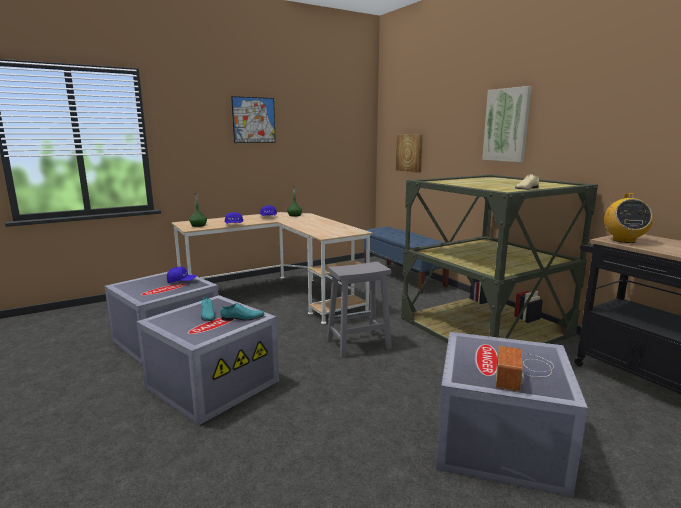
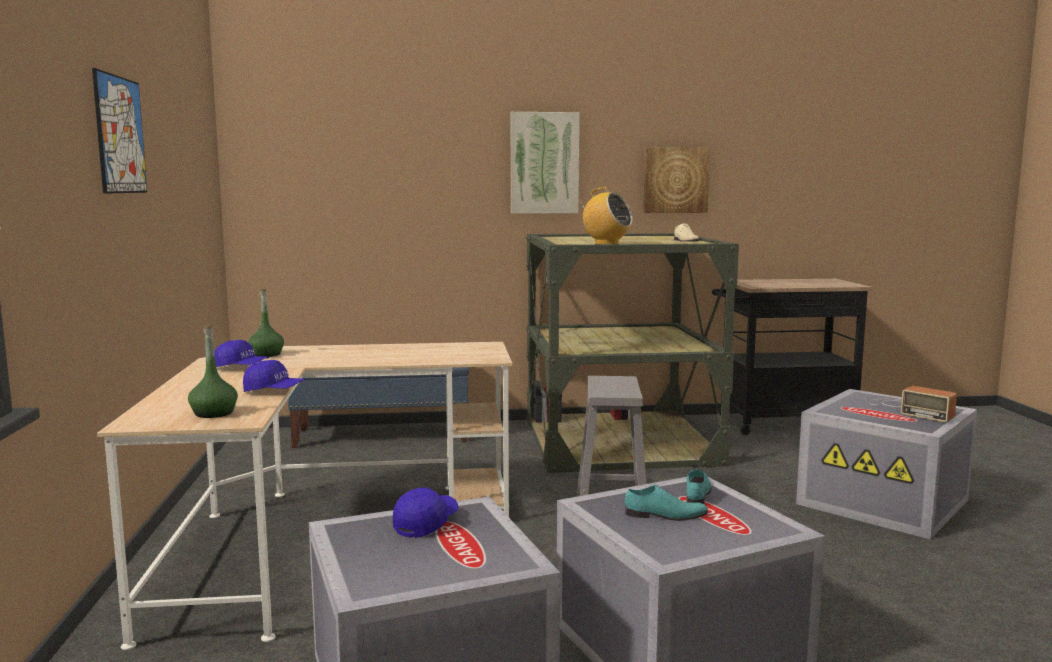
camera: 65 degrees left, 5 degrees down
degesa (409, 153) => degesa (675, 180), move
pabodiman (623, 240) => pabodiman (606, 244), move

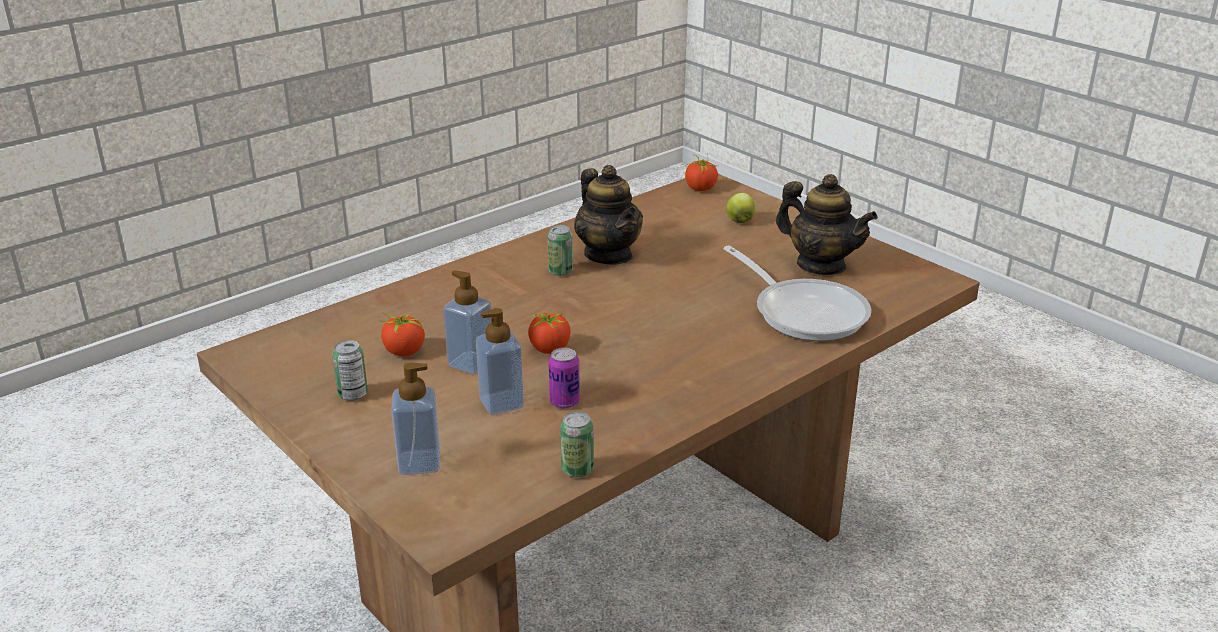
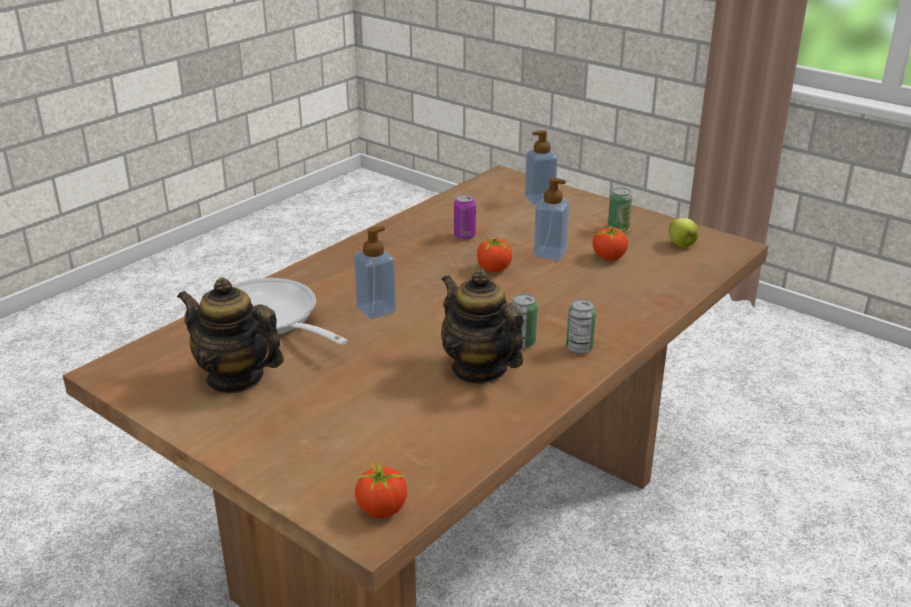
camera: 170 degrees right, 0 degrees up
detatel (740, 221) => detatel (682, 245), move
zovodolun (501, 403) => zovodolun (376, 310), move
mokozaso (577, 470) => mokozaso (579, 348), move

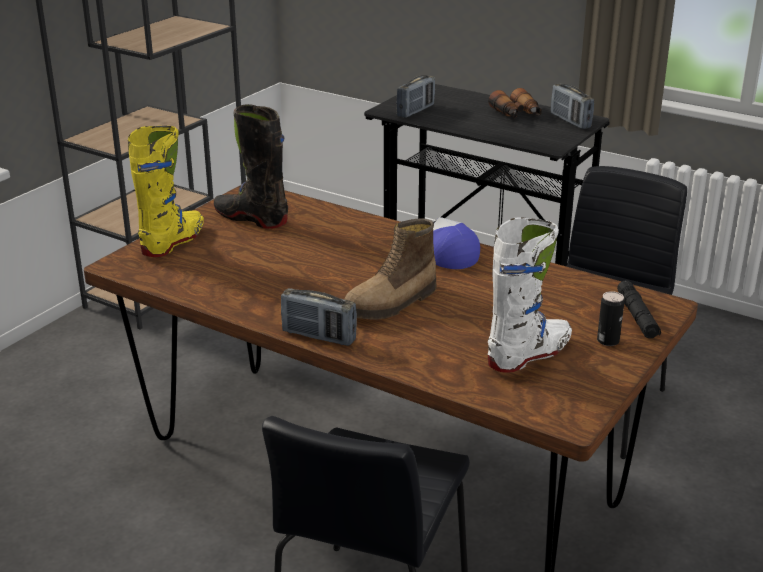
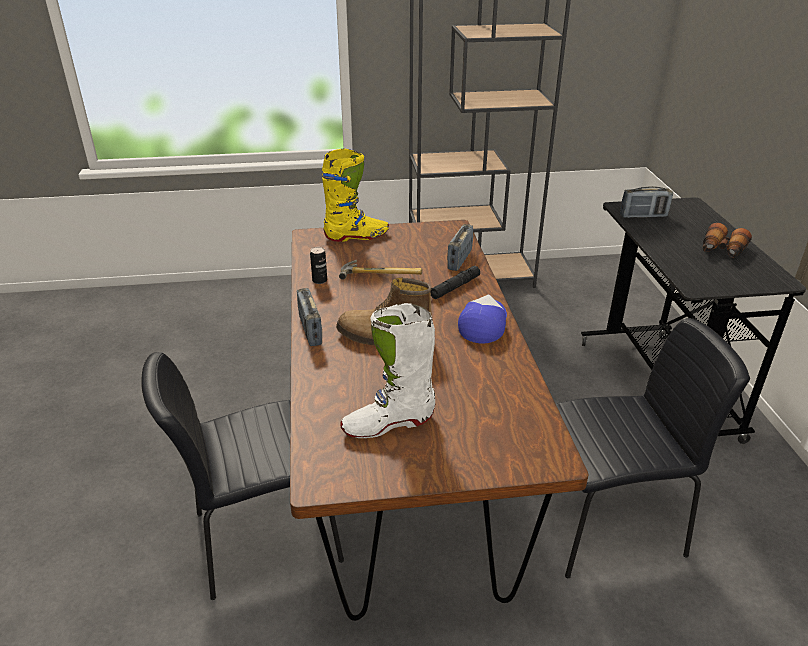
camera: 50 degrees right, 5 degrees up
pabodiman (570, 121) => pabodiman (459, 260), move
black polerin (251, 218) => nothing
white polerin (529, 355) => white polerin (388, 423), 150 degrees clockwise
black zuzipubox (637, 316) => black zuzipubox (454, 287), move
mokozaso (608, 341) => mokozaso (319, 280), move
nothing => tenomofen (381, 273)

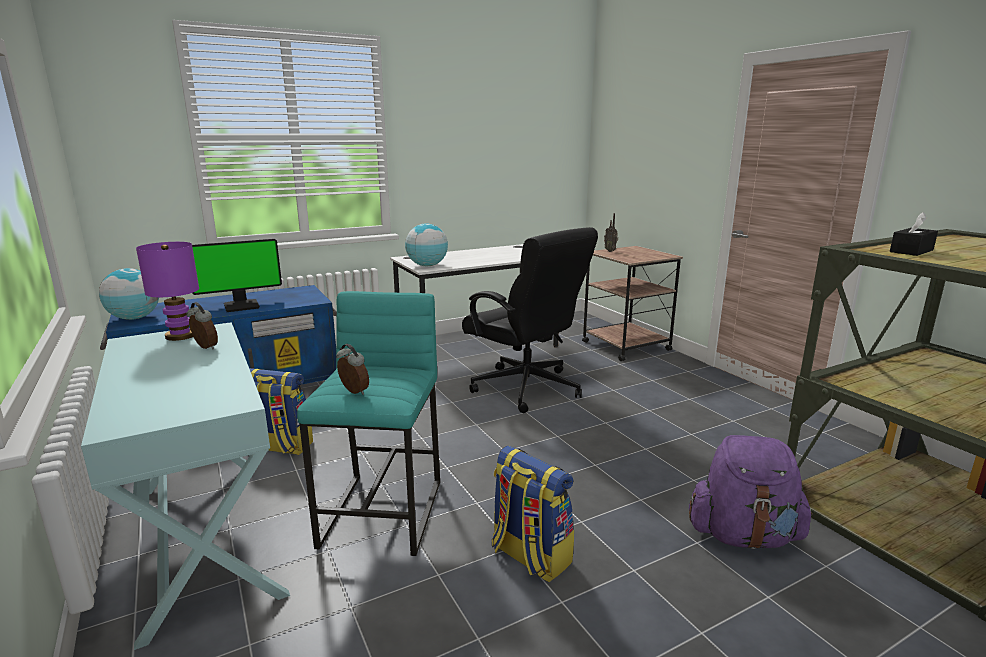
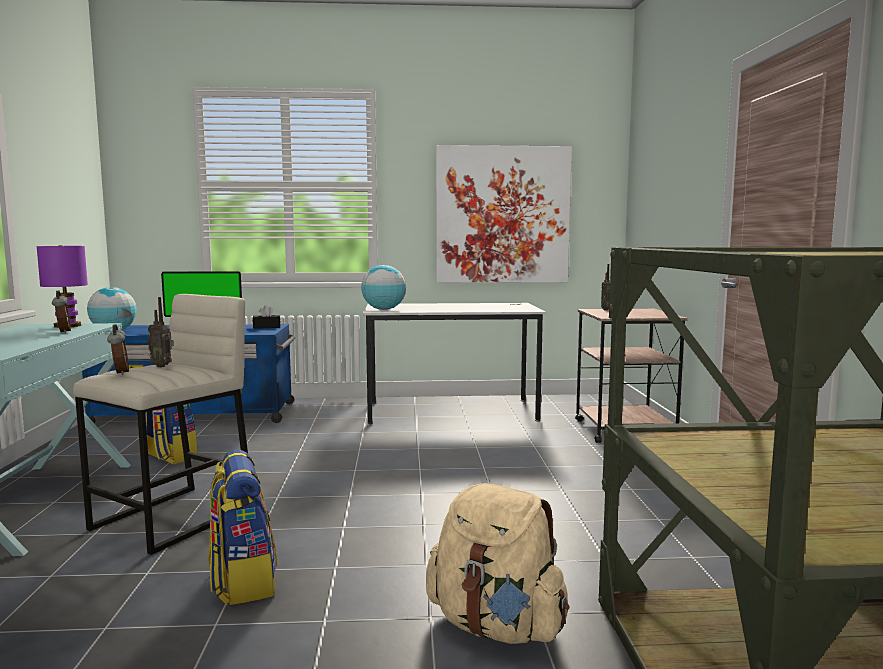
camera: 25 degrees right, 10 degrees down
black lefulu (911, 251) => black lefulu (266, 327), move
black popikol (526, 387) => nothing
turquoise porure (382, 512) => beige porure (174, 518)
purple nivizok (743, 535) => beige nivizok (497, 626)
nothing => degesa (502, 215)
nothing => pabodiman (162, 366)

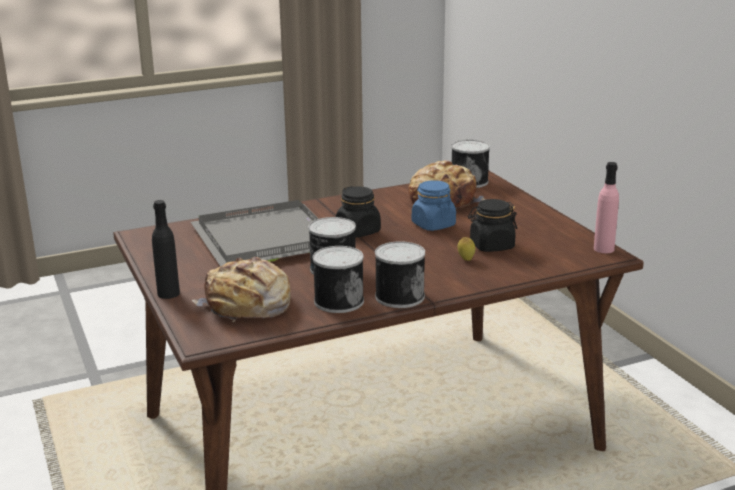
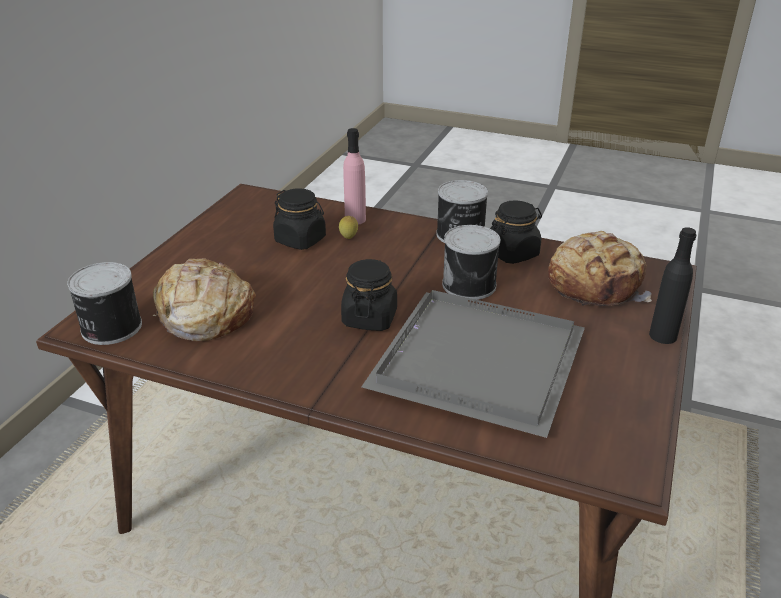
camera: 135 degrees left, 10 degrees up
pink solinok (603, 249) => pink solinok (355, 219), move
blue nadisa (433, 225) => nothing
mokozaso (338, 301) => black nadisa (512, 253)

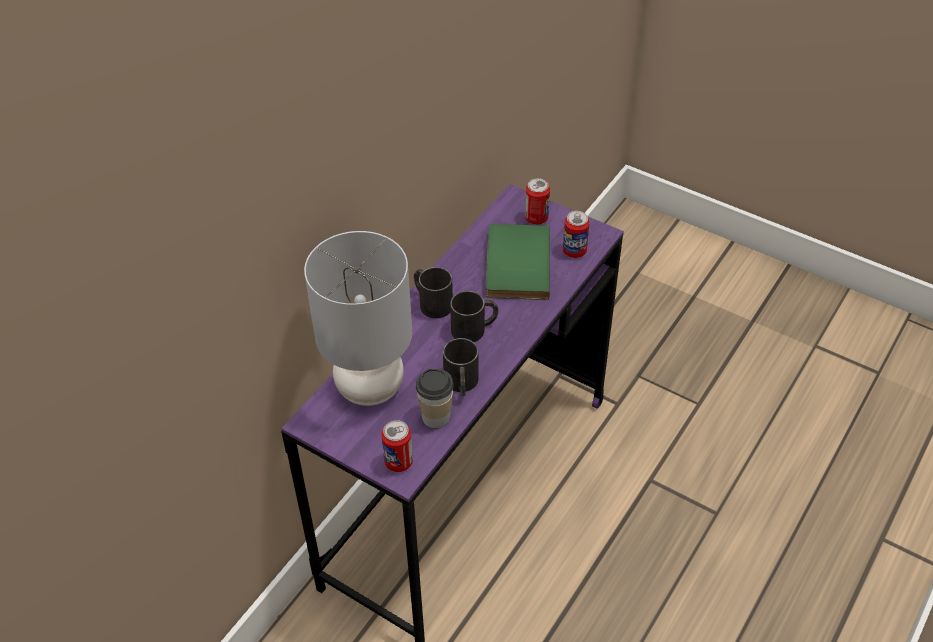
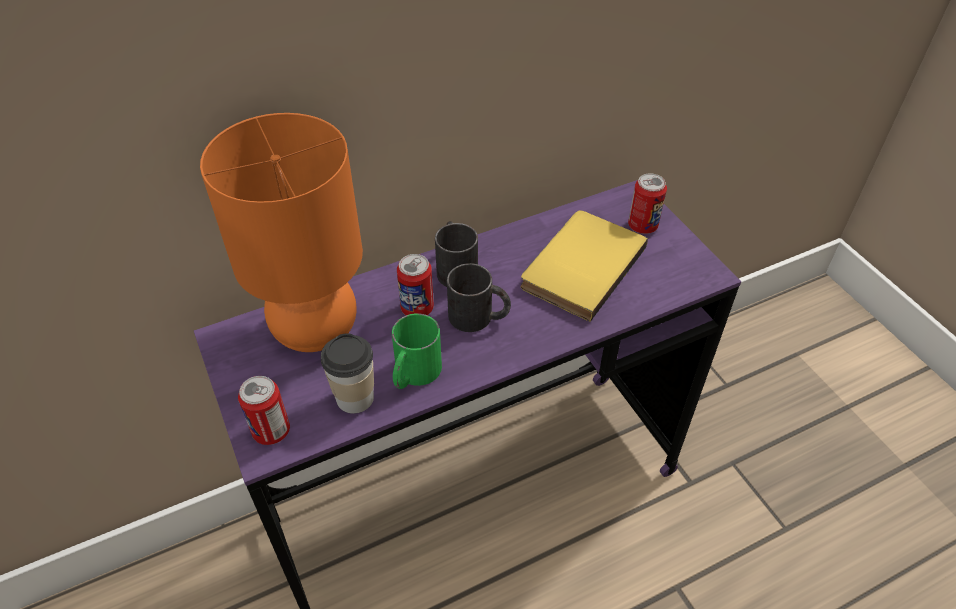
camera: 30 degrees right, 0 degrees up
mokozaso (574, 251) => mokozaso (417, 308), move
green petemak (514, 264) => yellow petemak (579, 266)
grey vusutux (368, 387) => orange vusutux (314, 329)
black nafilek (461, 384) => green nafilek (413, 374)

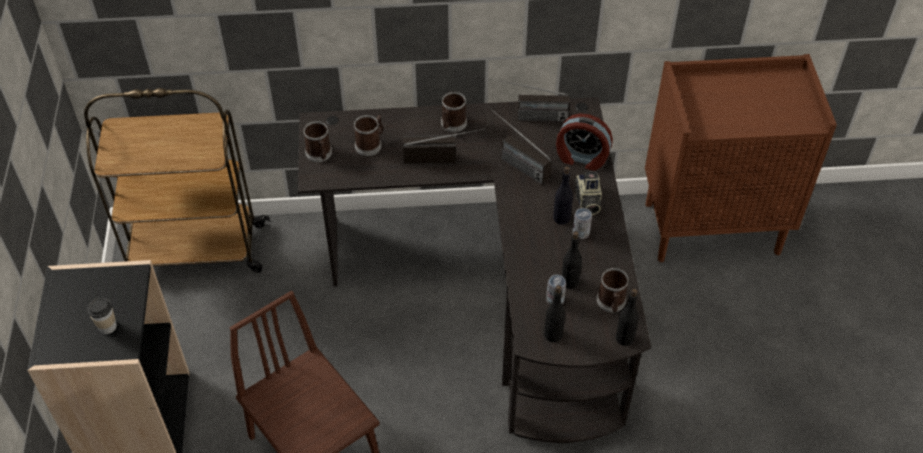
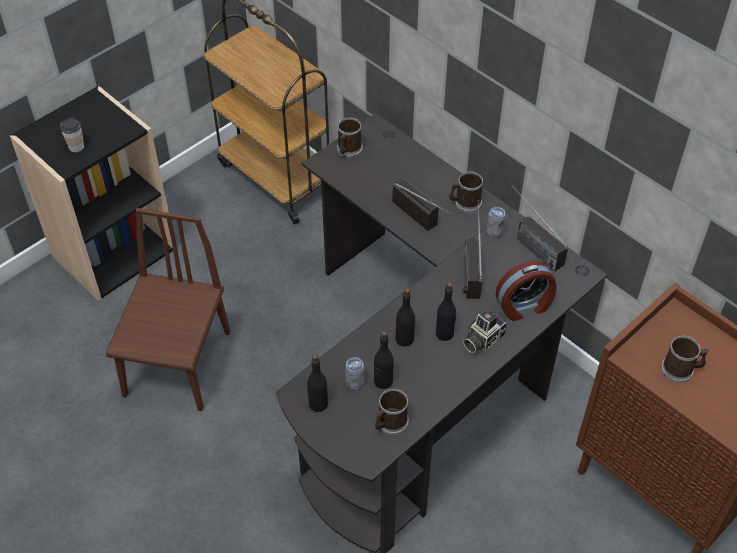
camera: 50 degrees right, 0 degrees up
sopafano (581, 158) => sopafano (524, 306), 90 degrees counterclockwise
nafilek (370, 144) => nafilek (681, 370), move
mokozaso (580, 233) => mokozaso (494, 232), move
black solinok (625, 338) => black solinok (405, 339), move

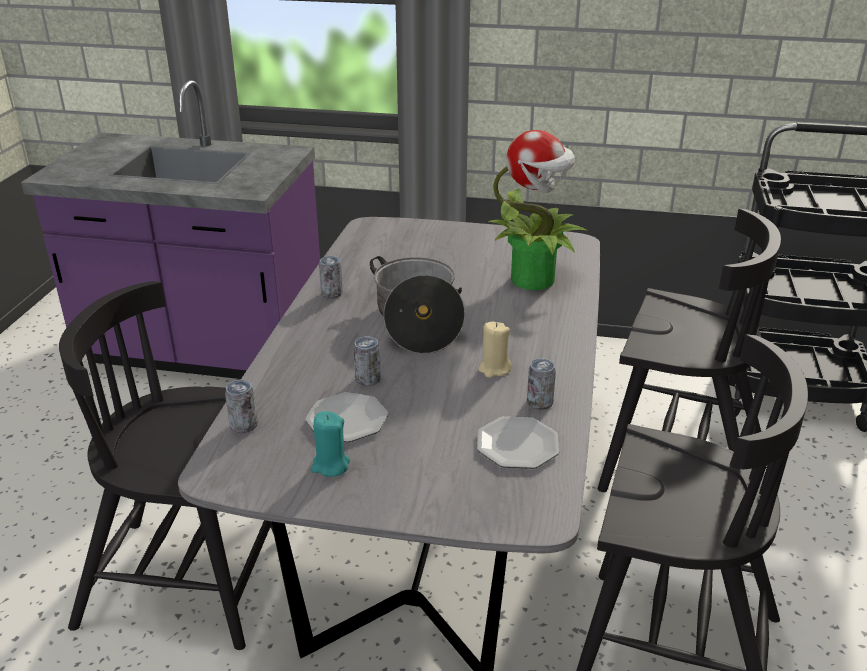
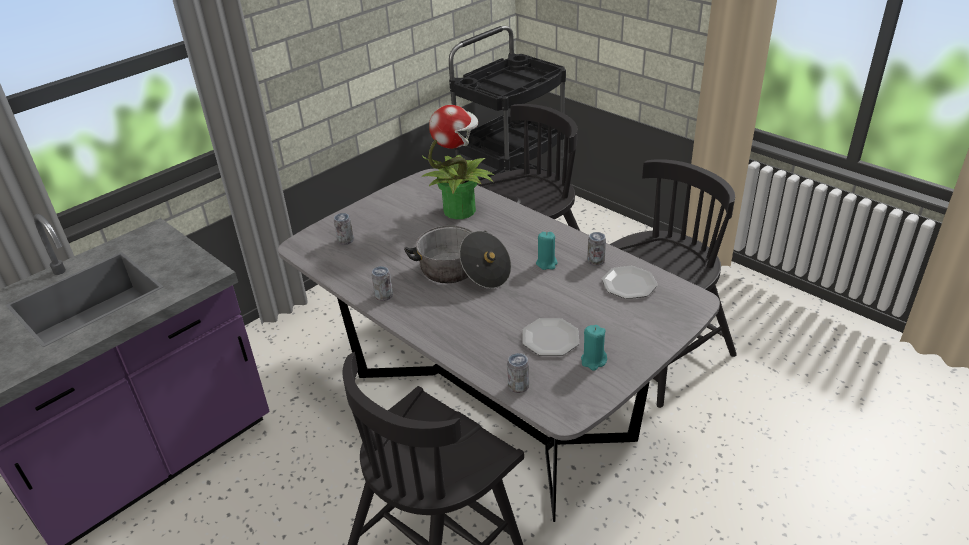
camera: 55 degrees left, 5 degrees up
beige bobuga (494, 369) => turquoise bobuga (546, 263)
mokozaso (368, 380) => mokozaso (345, 241), move

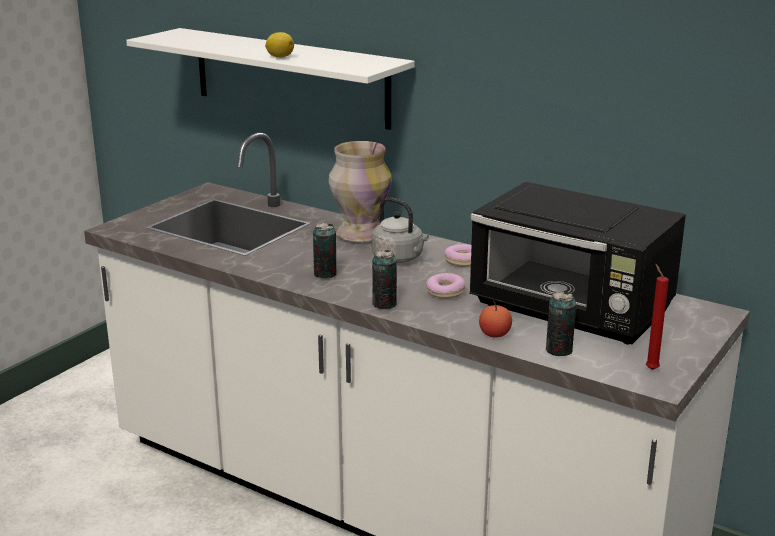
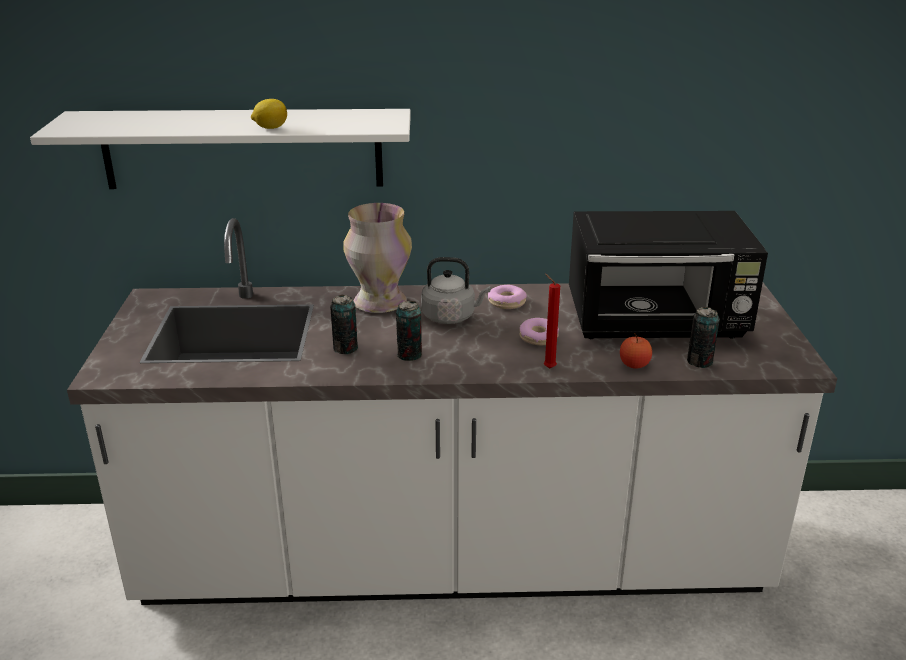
camera: 35 degrees left, 5 degrees up
mokozaso (384, 304) => mokozaso (345, 348), move
red bobuga (650, 368) => red bobuga (547, 368), move

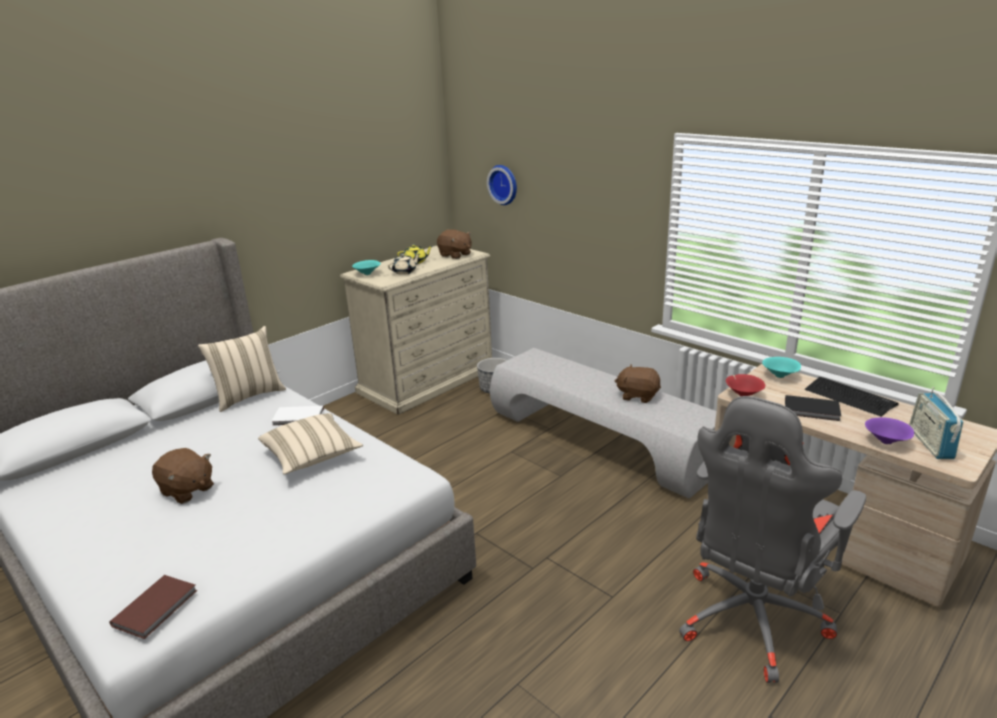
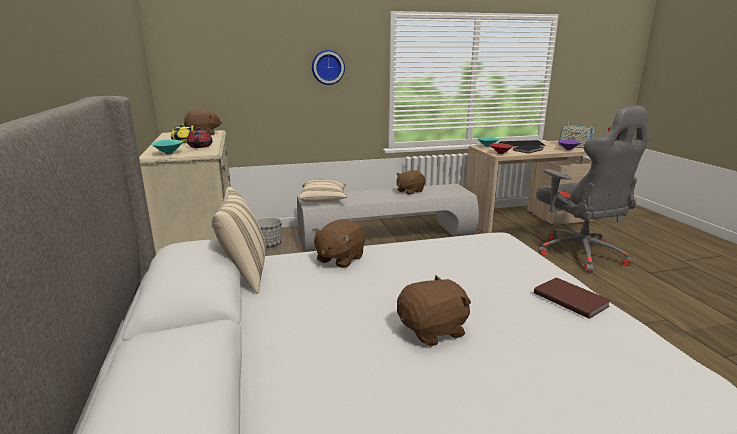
camera: 60 degrees left, 5 degrees down
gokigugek (504, 184) => gokigugek (327, 67), move
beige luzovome (405, 272) => red luzovome (200, 146)
white petemak (299, 418) => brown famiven (339, 258)
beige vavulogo (312, 456) => beige vavulogo (323, 200), move
brown petemak (157, 608) => brown petemak (570, 299), move

